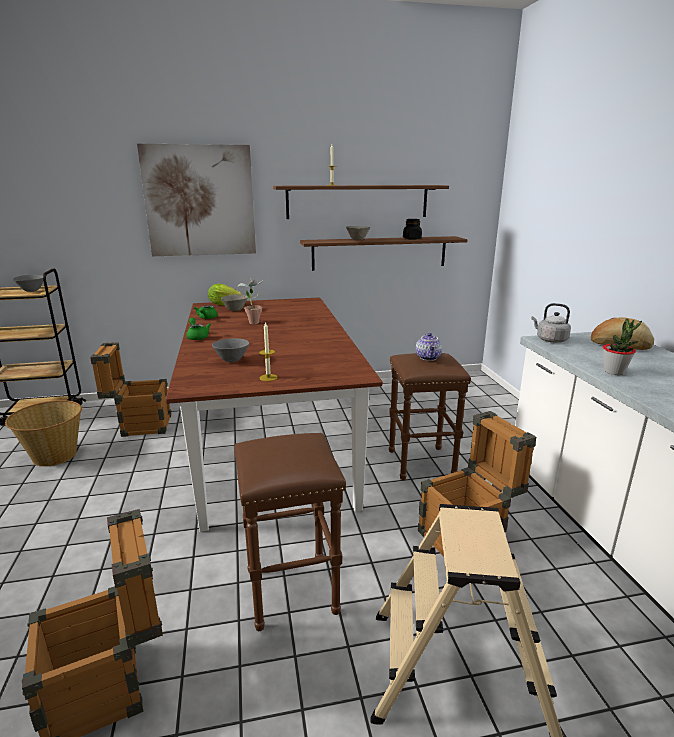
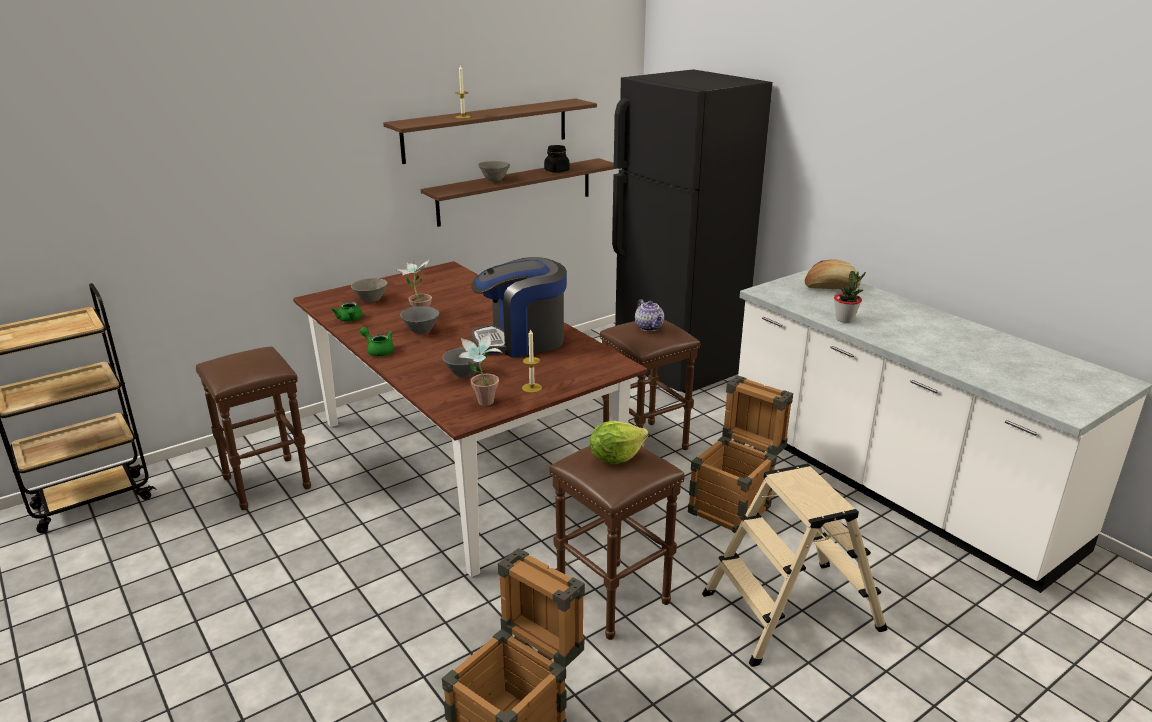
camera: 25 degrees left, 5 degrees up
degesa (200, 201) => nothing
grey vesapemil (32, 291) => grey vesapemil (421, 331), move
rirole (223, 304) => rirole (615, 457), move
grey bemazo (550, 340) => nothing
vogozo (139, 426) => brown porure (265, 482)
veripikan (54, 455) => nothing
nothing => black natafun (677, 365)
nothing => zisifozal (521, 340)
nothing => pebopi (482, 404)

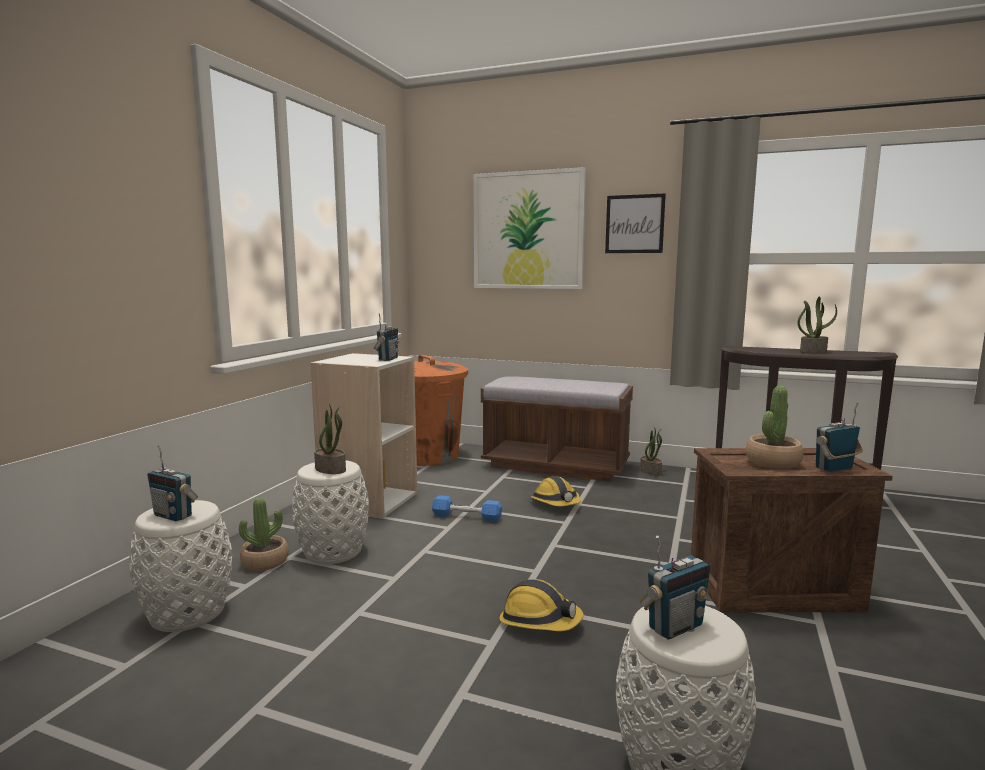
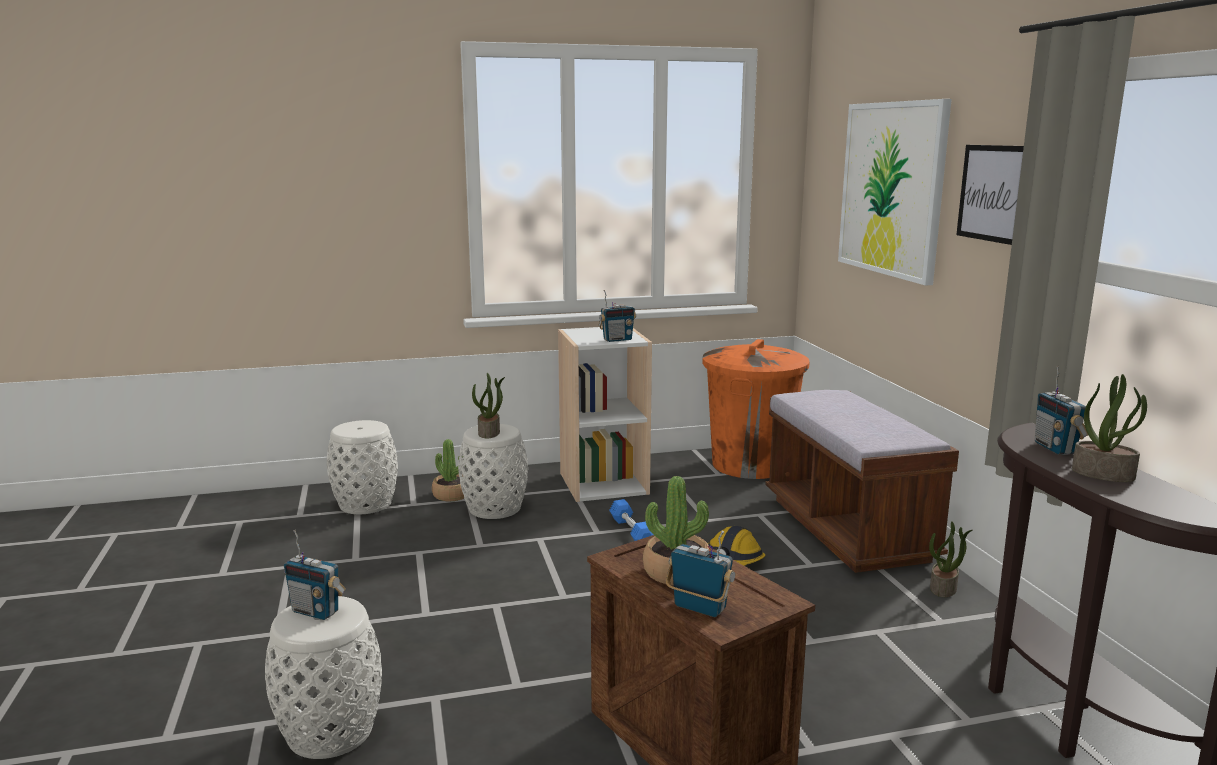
camera: 55 degrees right, 5 degrees up
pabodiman (174, 515) => pabodiman (1055, 448), move
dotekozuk (539, 621) => nothing

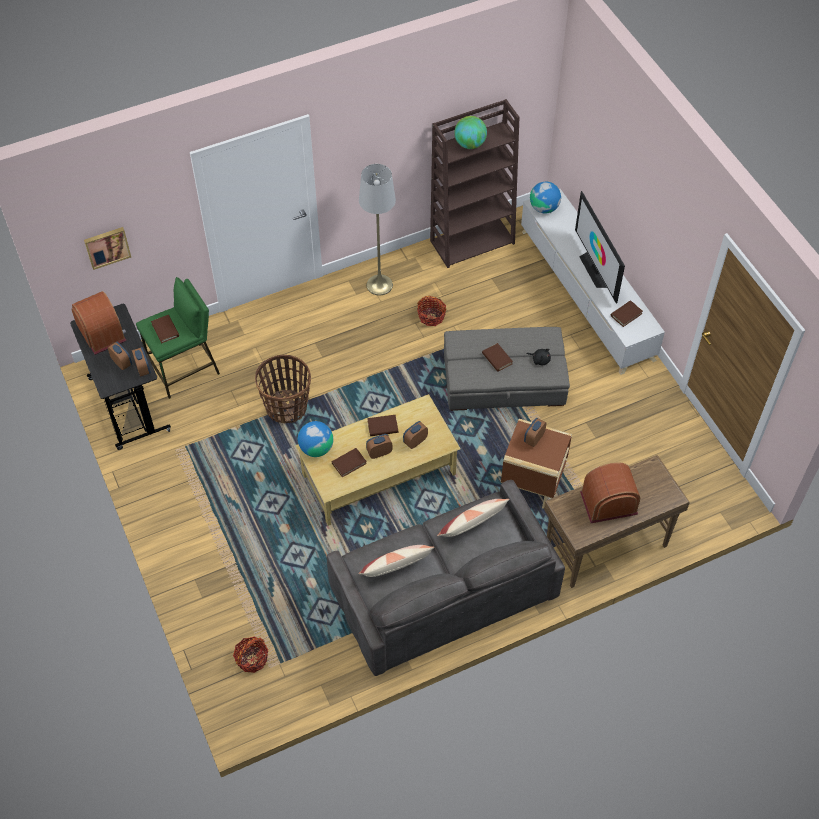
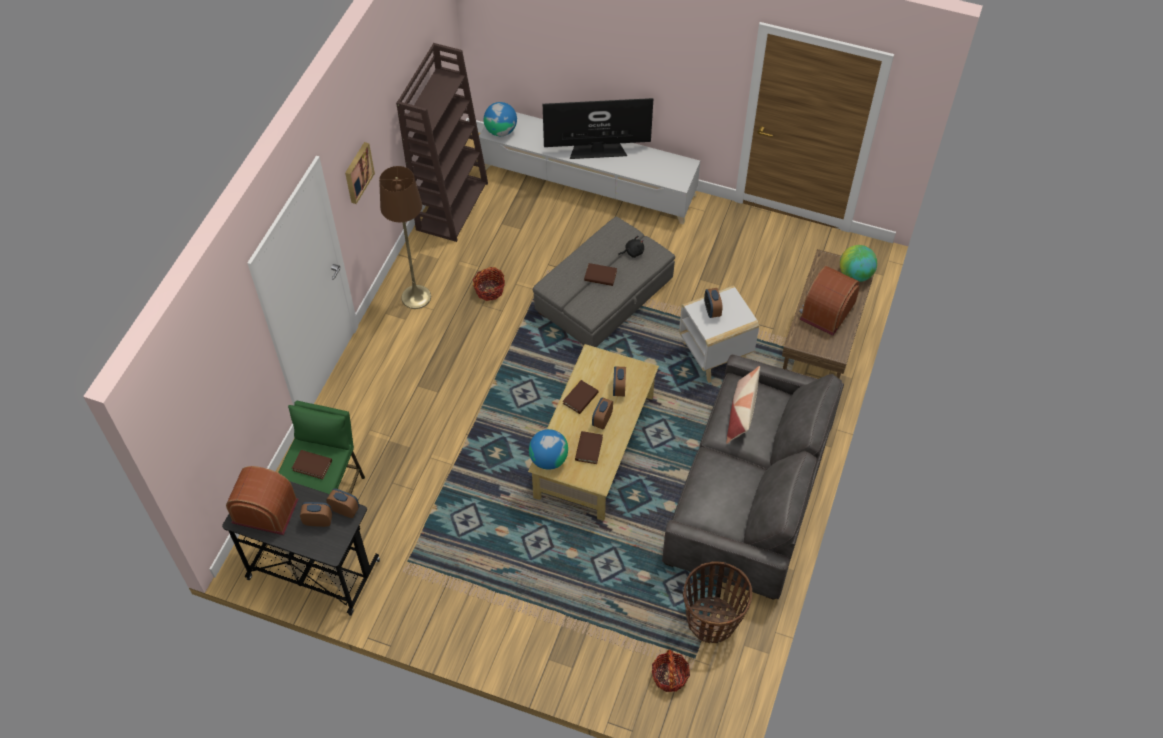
camera: 45 degrees left, 0 degrees up
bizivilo (470, 144) => bizivilo (855, 274), move
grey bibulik (379, 285) => brown bibulik (416, 297)
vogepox (596, 270) => vogepox (597, 150), 150 degrees clockwise
degesa (107, 246) => degesa (357, 172), move
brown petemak (626, 314) => nothing
veripikan (286, 407) => veripikan (712, 620), move
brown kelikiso (532, 483) => white kelikiso (715, 356)
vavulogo (396, 568) => nothing

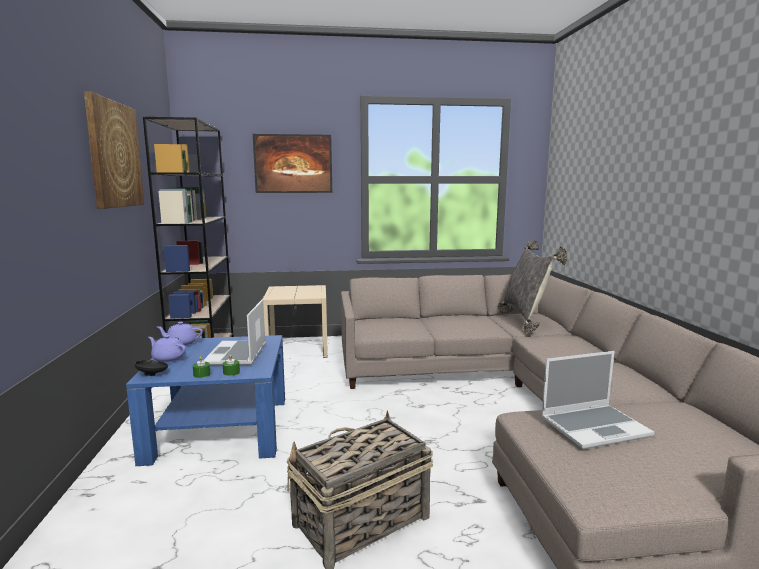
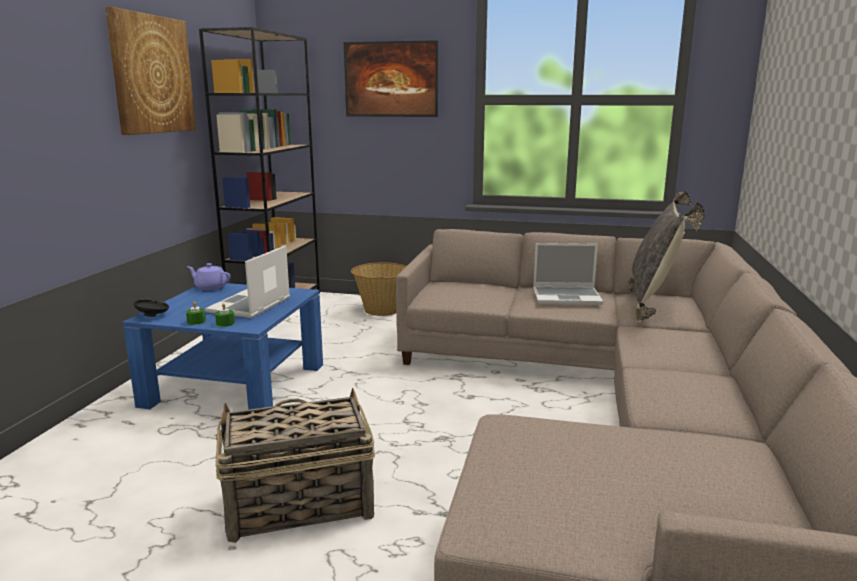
camera: 20 degrees right, 5 degrees up
beige kelikiso (297, 348) => veripikan (381, 310)
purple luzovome (168, 358) => nothing
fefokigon (595, 427) => fefokigon (567, 297), move

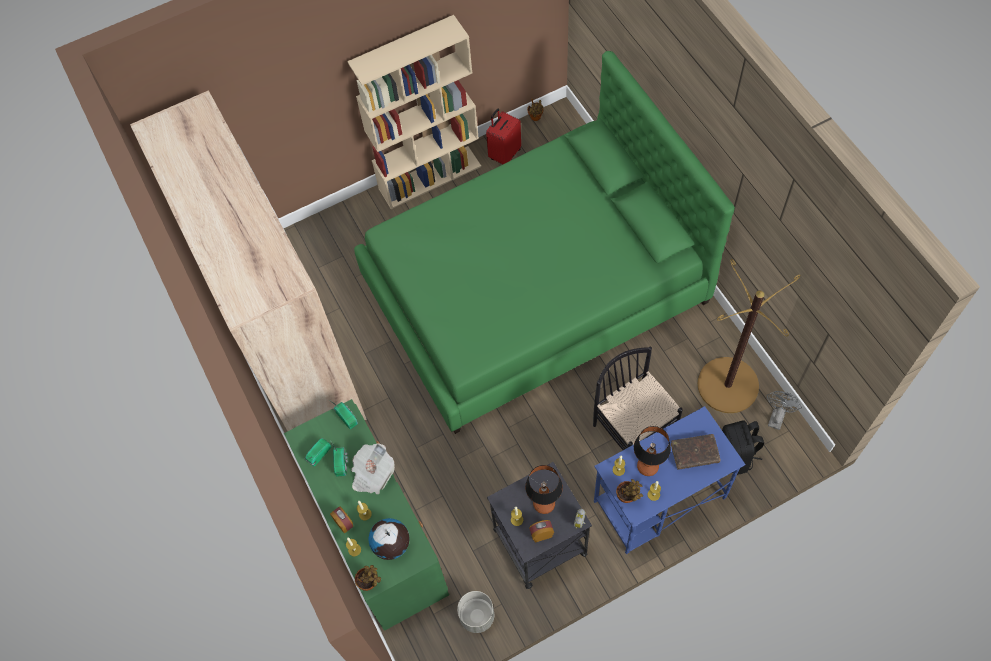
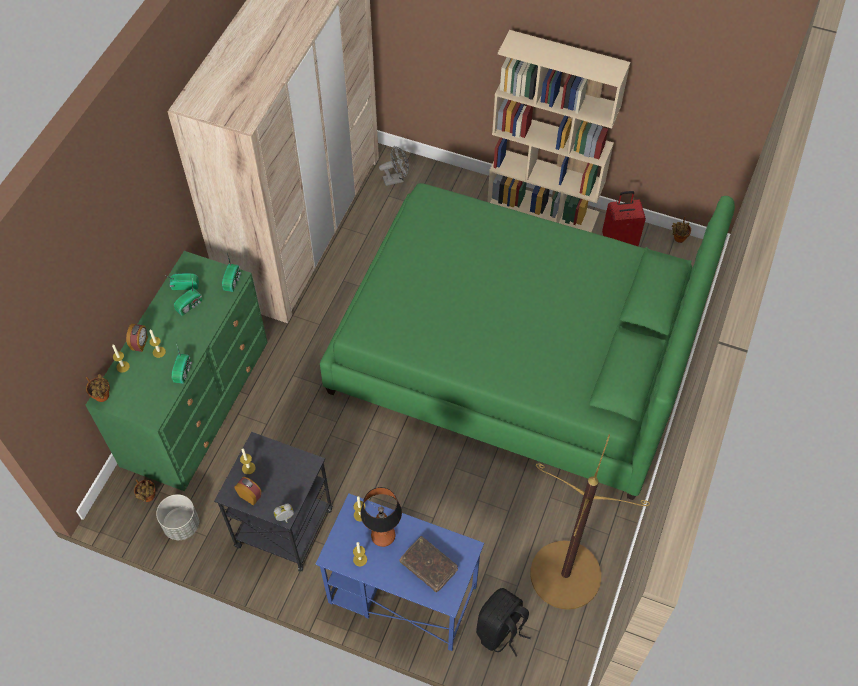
camera: 45 degrees right, 5 degrees down
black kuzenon (632, 426) => nothing
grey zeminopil (777, 416) => grey zeminopil (396, 179), move
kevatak (372, 474) => nothing
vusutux (544, 503) => nothing
pebopi (627, 497) => pebopi (148, 497), move
bizivilo (391, 545) => nothing
nothing => pabodiman (183, 371)

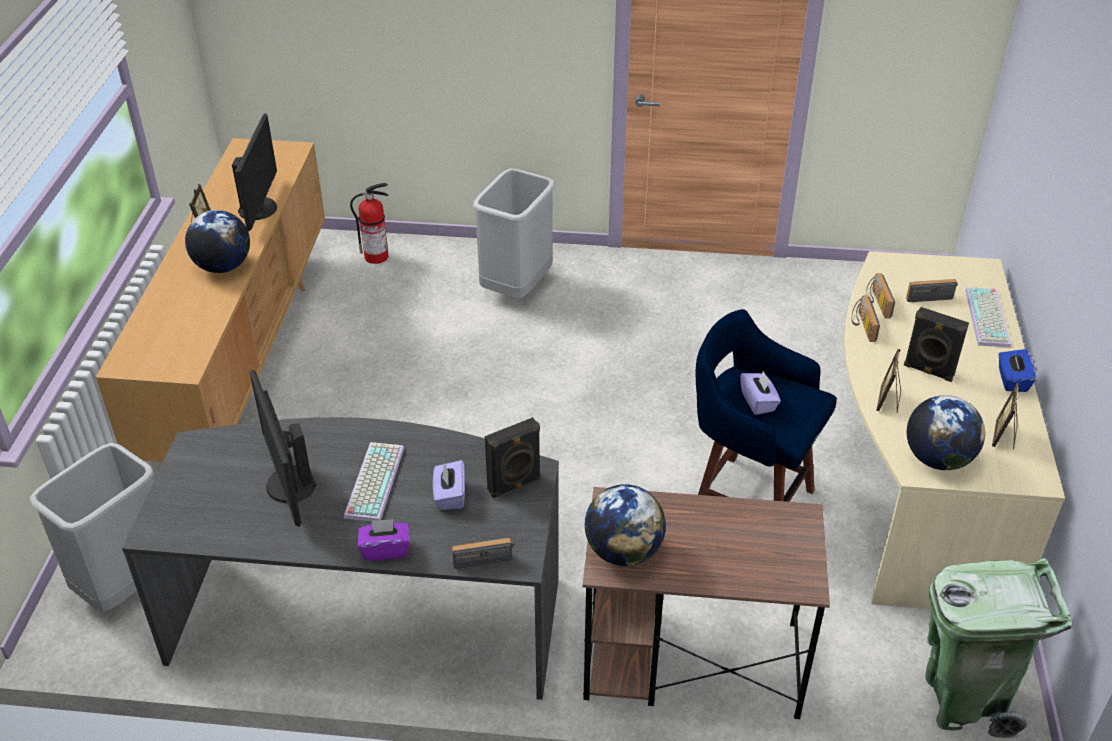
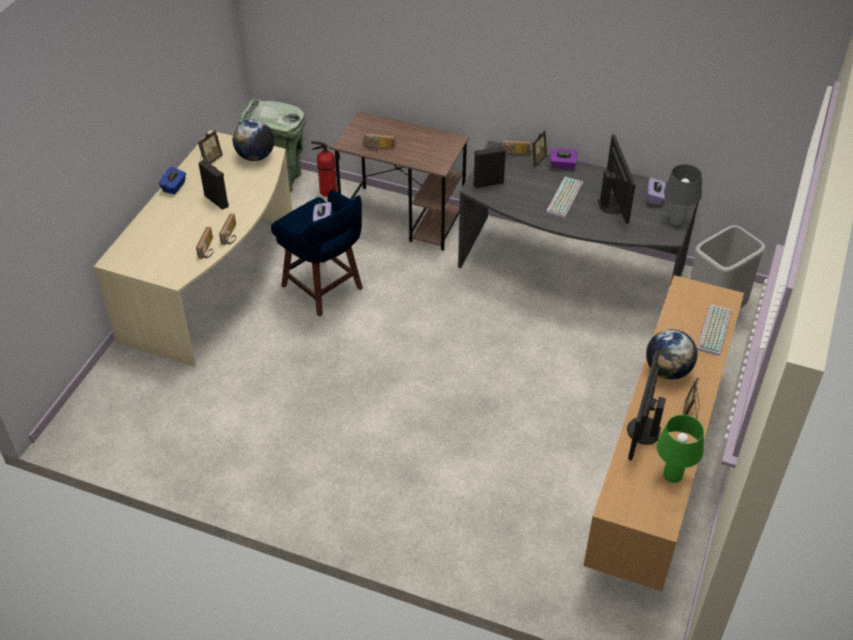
camera: 165 degrees left, 5 degrees up
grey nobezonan (517, 288) => nothing
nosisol (377, 256) => nosisol (327, 191), move
pabodiman (929, 296) => pabodiman (378, 148), move
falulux (989, 319) => falulux (713, 329), move
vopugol (888, 401) => vopugol (536, 160), move
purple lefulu (450, 496) => purple lefulu (655, 197), move
bizivilo (623, 551) => nothing
nothing => grey vusutux (677, 221)
nothing => green vusutux (673, 476)

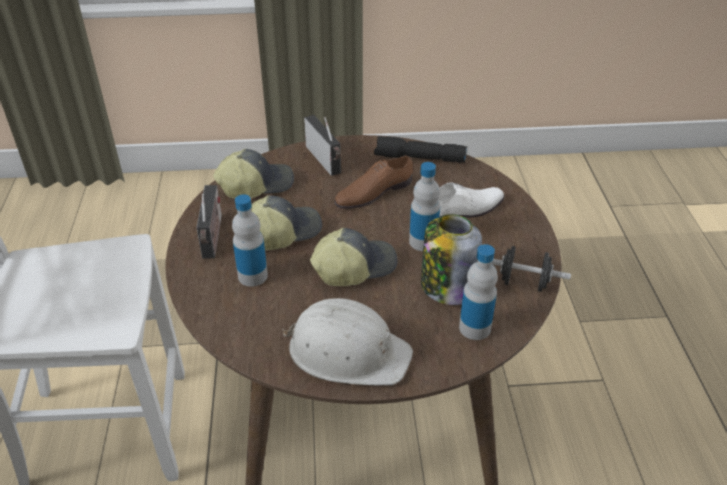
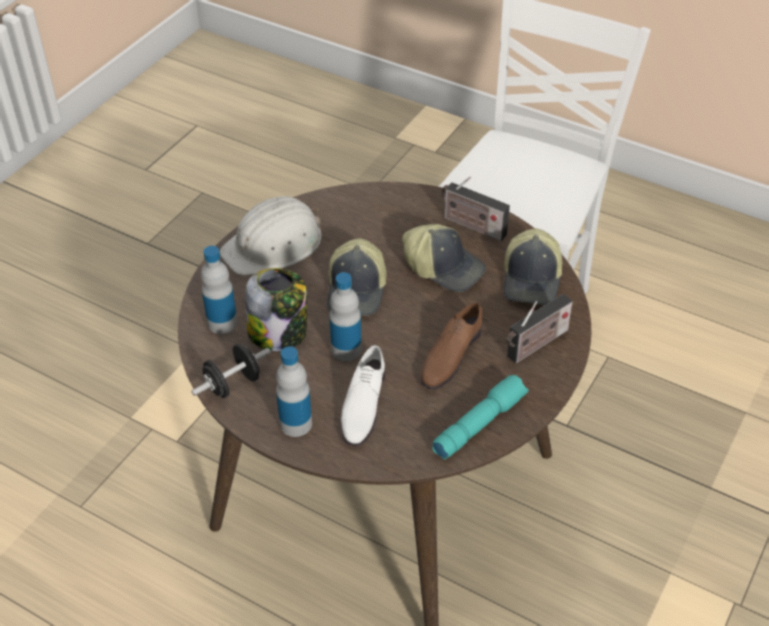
camera: 125 degrees right, 5 degrees up
pabodiman (325, 161) => pabodiman (535, 345), 45 degrees counterclockwise
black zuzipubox (419, 158) => turquoise zuzipubox (479, 423)
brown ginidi (373, 192) => brown ginidi (450, 355), 150 degrees counterclockwise
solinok (252, 276) => solinok (296, 424), move
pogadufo (281, 232) => pogadufo (444, 267), 60 degrees counterclockwise

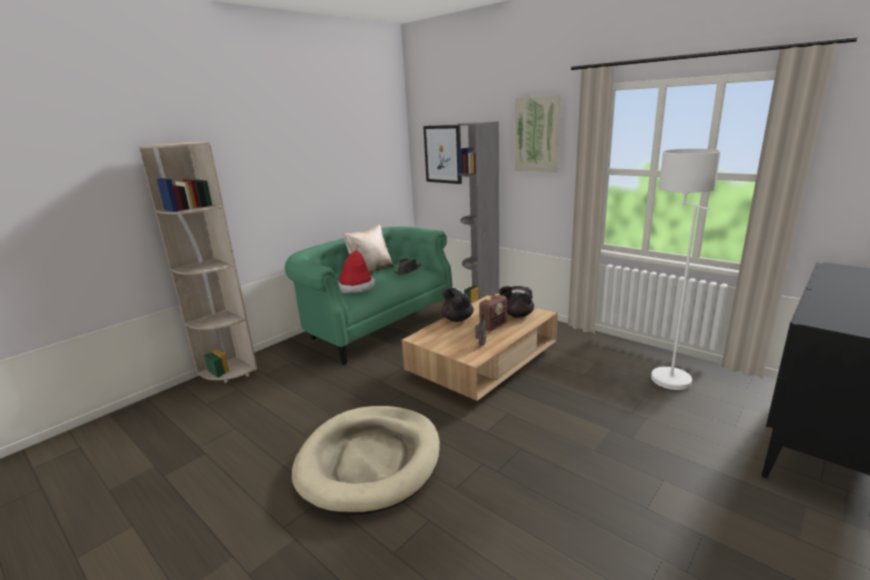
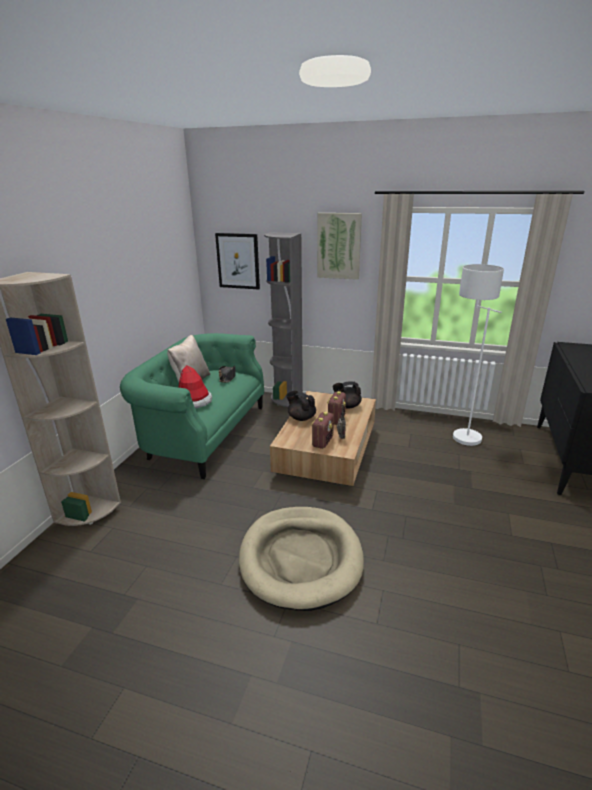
camera: 25 degrees left, 5 degrees up
nothing => pabodiman (322, 442)

